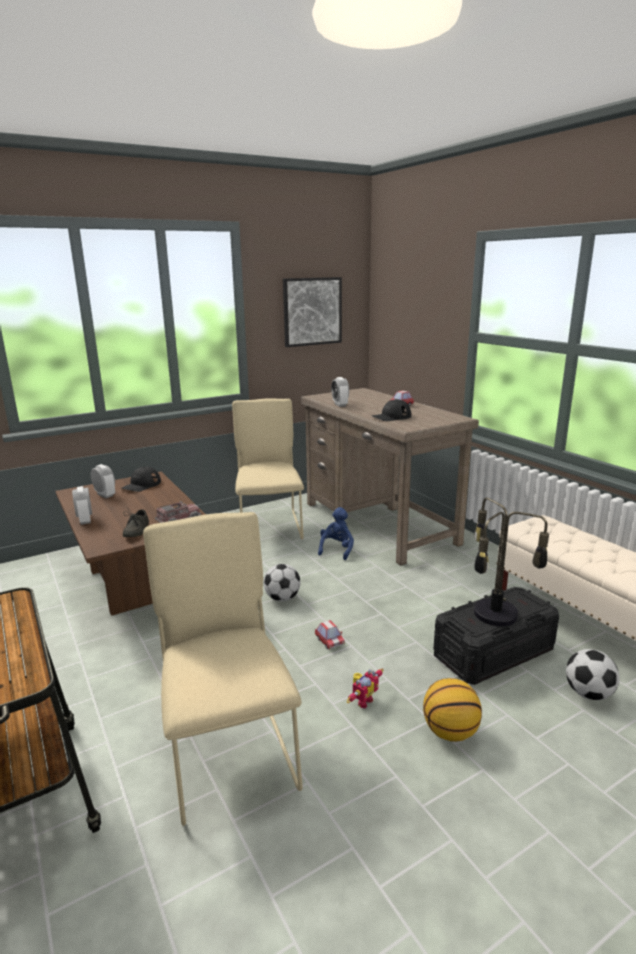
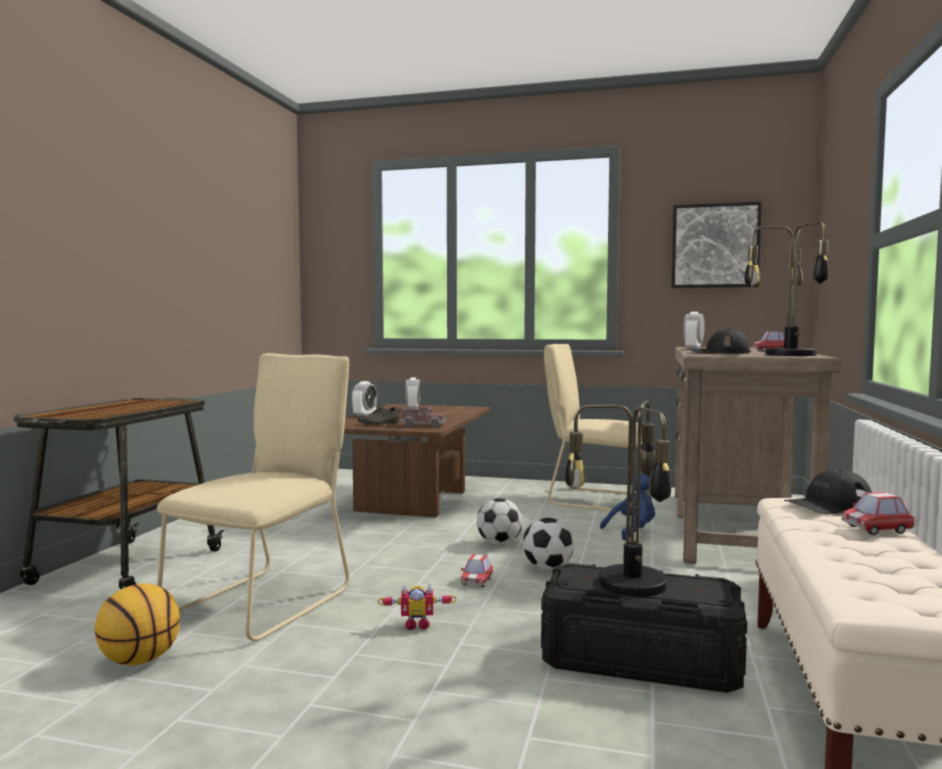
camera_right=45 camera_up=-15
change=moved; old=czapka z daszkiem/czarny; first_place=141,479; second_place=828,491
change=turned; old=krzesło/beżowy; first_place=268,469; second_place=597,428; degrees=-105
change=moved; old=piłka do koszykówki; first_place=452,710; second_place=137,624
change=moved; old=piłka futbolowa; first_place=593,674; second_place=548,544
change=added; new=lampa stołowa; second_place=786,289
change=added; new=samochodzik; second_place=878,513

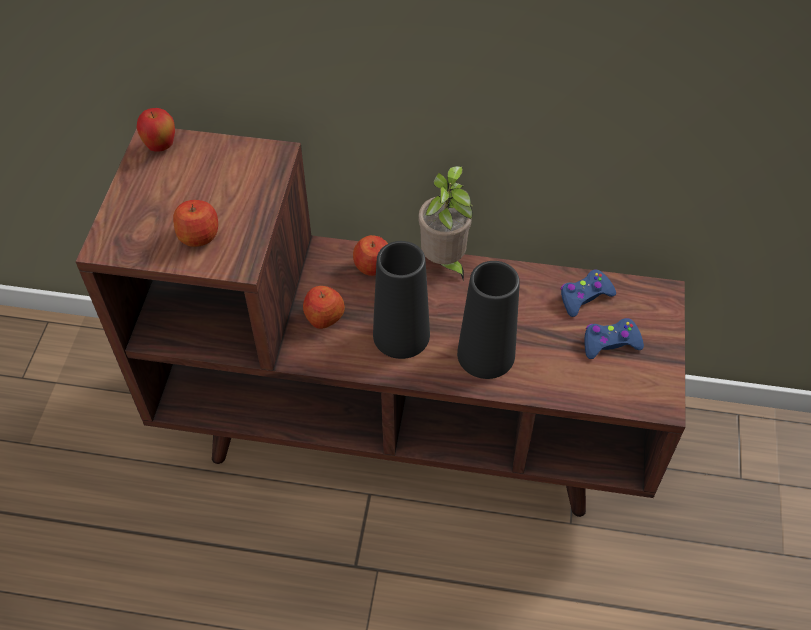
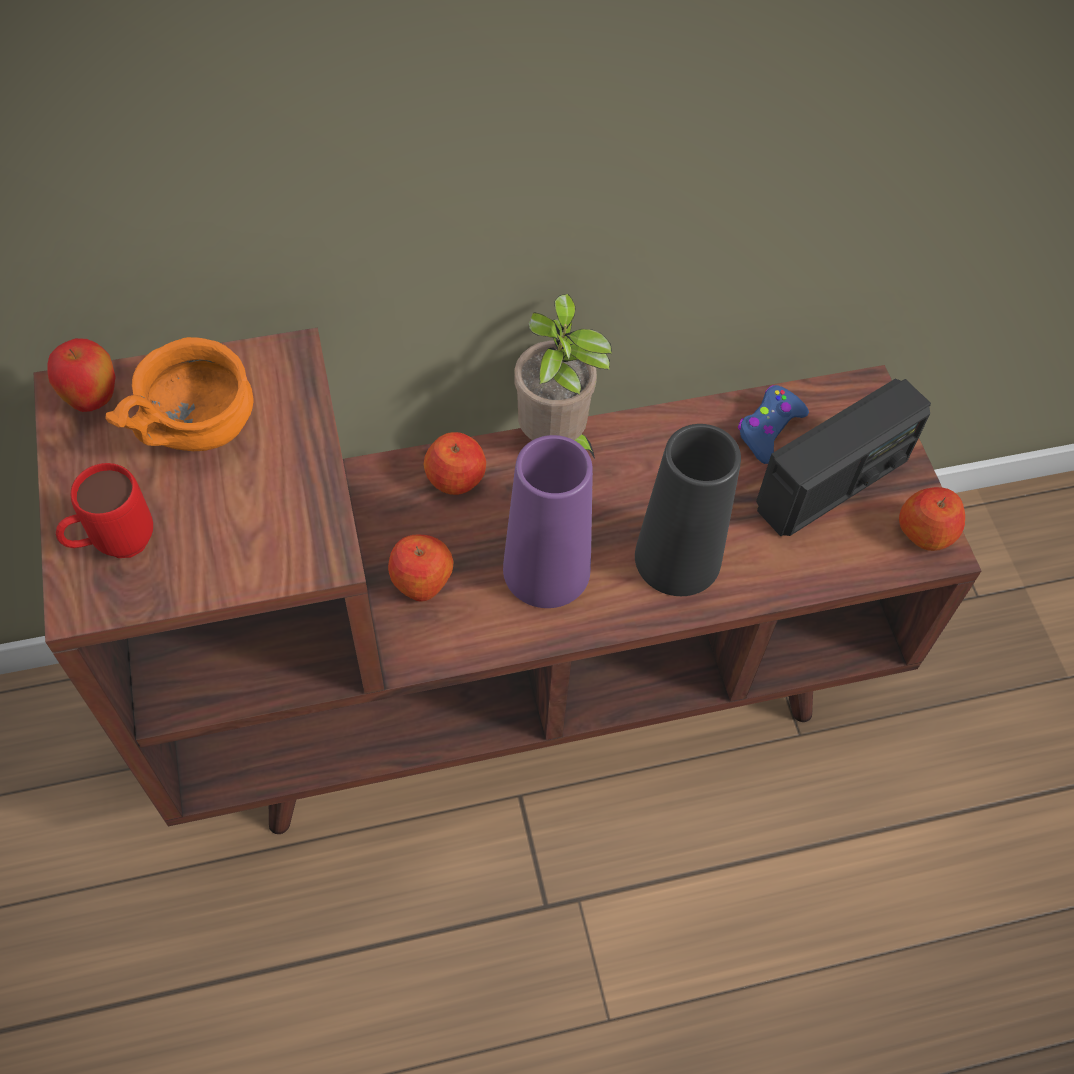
camera_right=-25 camera_up=5
change=moved; old=jabłko; first_place=195,223; second_place=932,519
change=recoloured; old=wazon/czarny; new=wazon/fioletowy; first_place=401,300; second_place=548,521
change=replaced; old=pad do gier/niebieski; new=radio; first_place=614,338; second_place=843,457
change=added; new=kubek/czerwony; second_place=104,510
change=added; new=miska/pomarańczowy; second_place=179,394

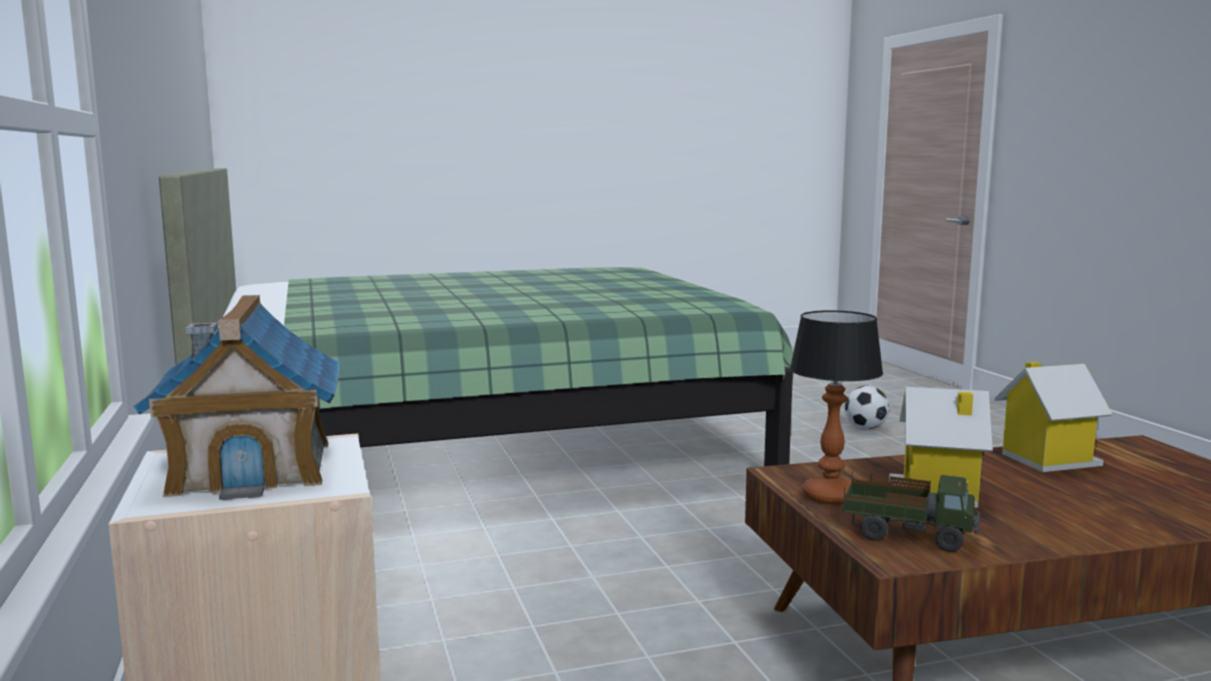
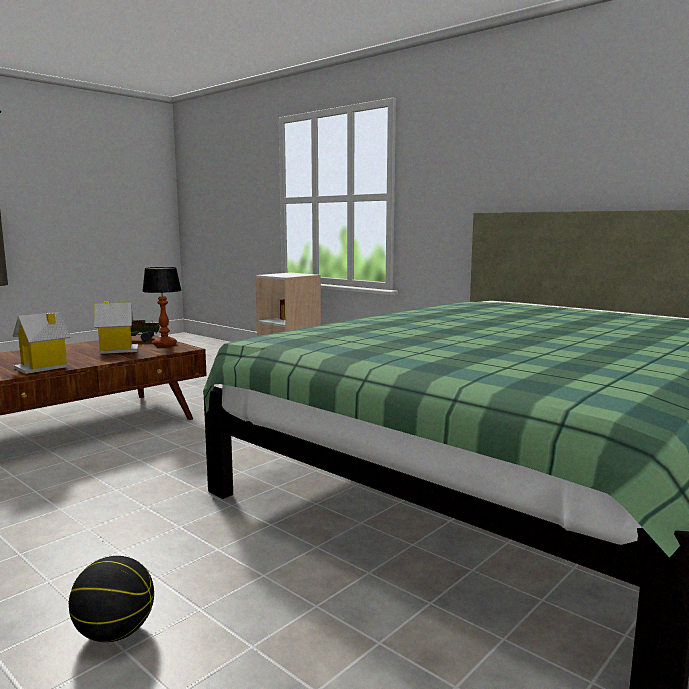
camera_right=150 camera_up=0
change=removed; old=domek; first_place=236,397
change=replaced; old=piłka futbolowa; new=piłka do koszykówki; first_place=867,407; second_place=111,599

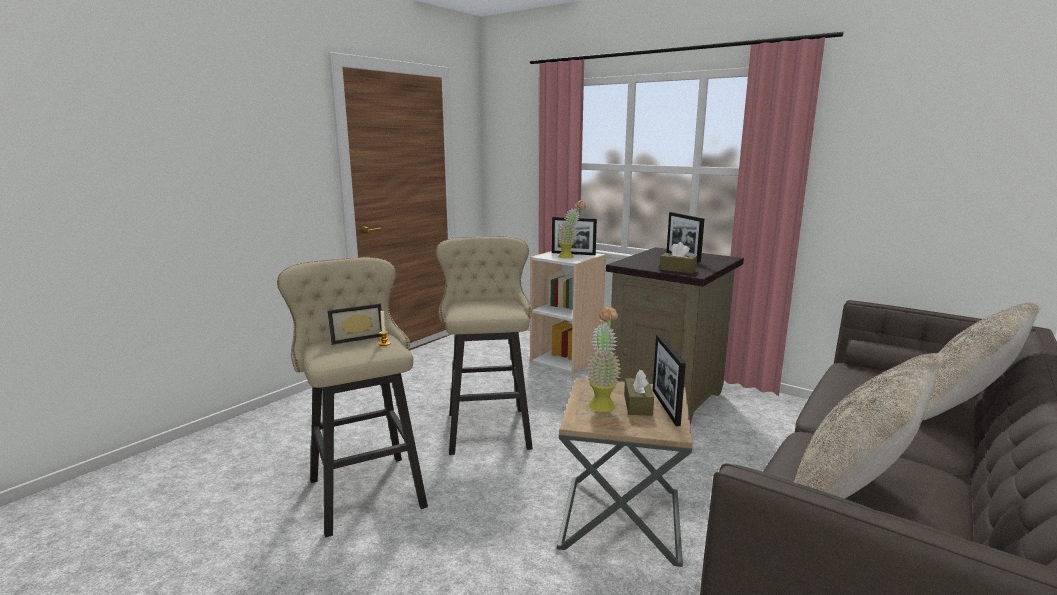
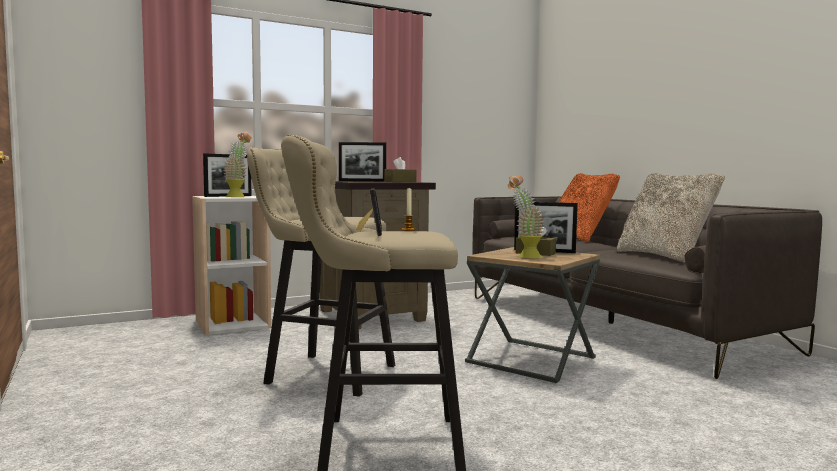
camera_right=-65 camera_up=-10
change=recoloured; old=poduszka/beżowy; new=poduszka/pomarańczowy; first_place=981,361; second_place=589,207

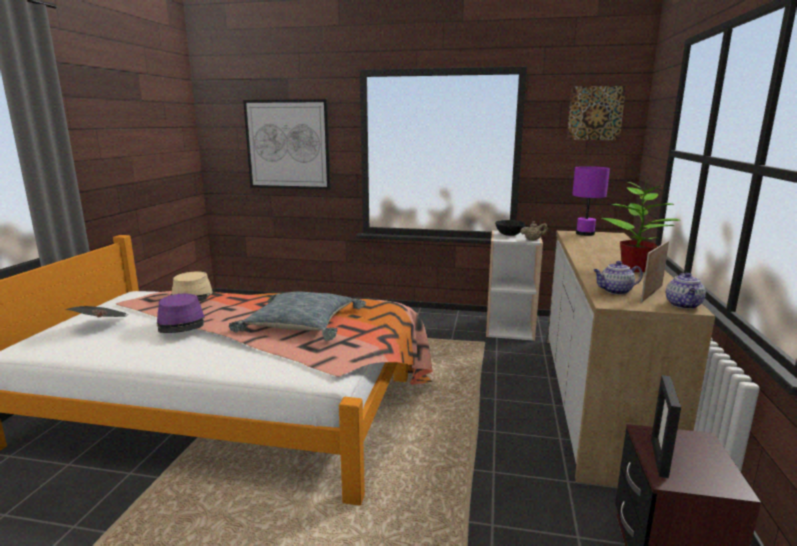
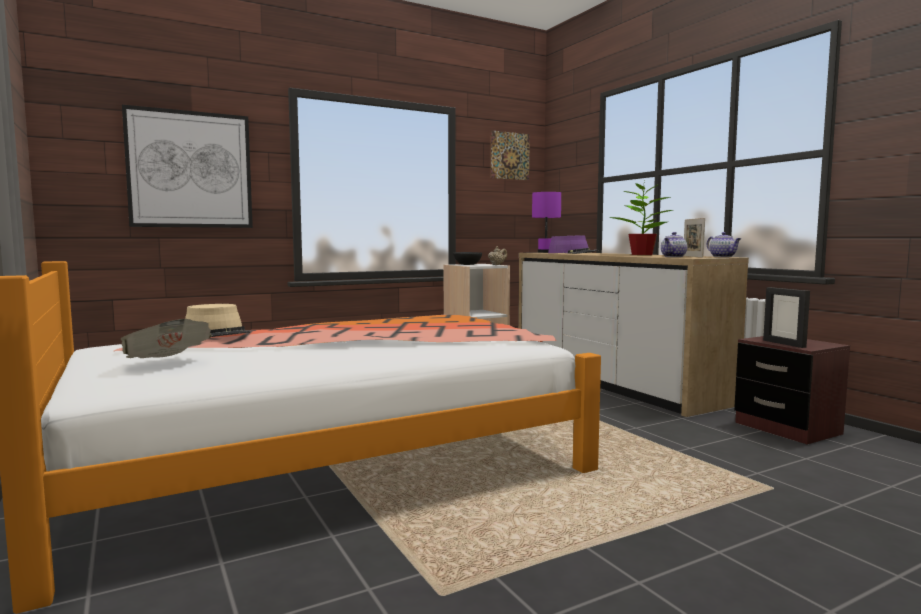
camera_right=-40 camera_up=-10
change=moved; old=kapelusz/fioletowy; first_place=181,313; second_place=573,244
change=removed; old=poduszka; first_place=297,316

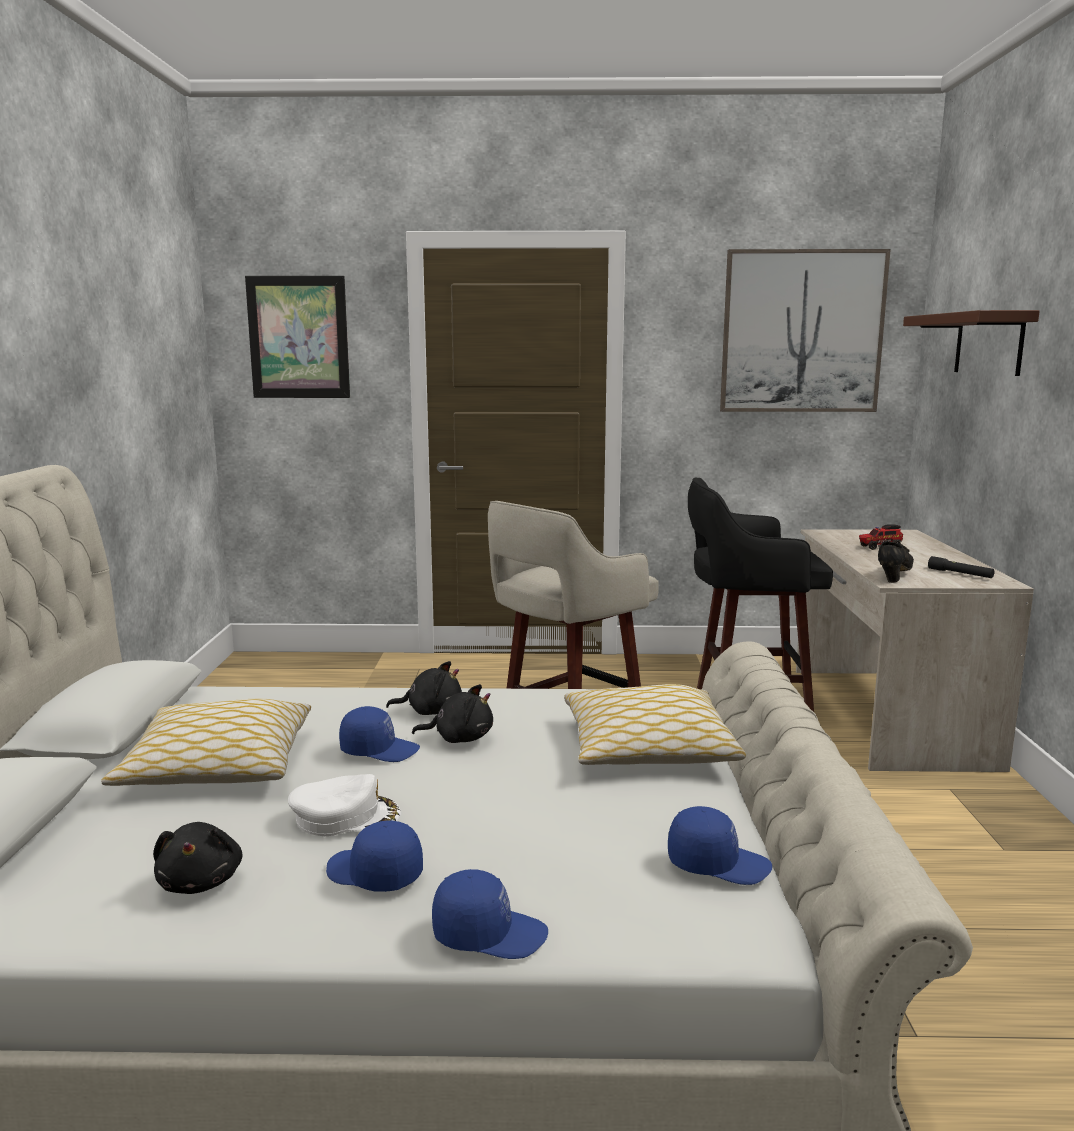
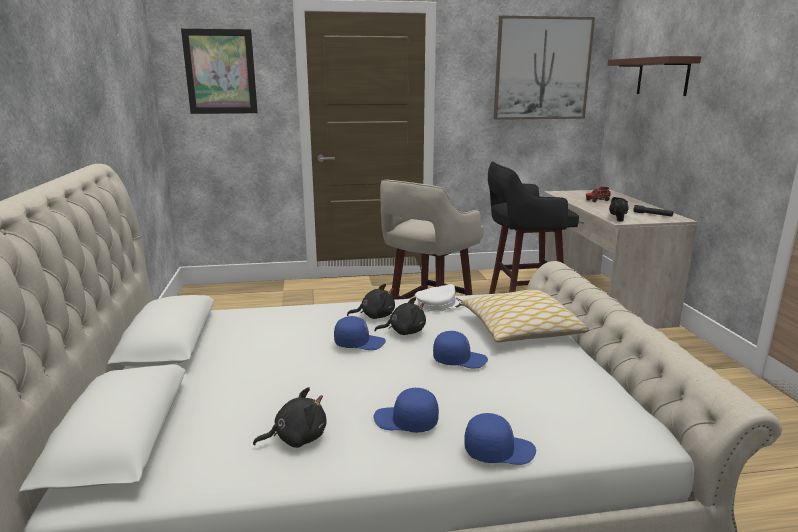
camera_right=-10 camera_up=5
change=removed; old=poduszka; first_place=206,742
change=turned; old=pluszak/czarny; first_place=197,858; second_place=289,417; degrees=-90
change=moved; old=czapka z daszkiem/biały; first_place=345,805; second_place=439,298
change=moved; old=czapka z daszkiem/niebieski; first_place=720,845; second_place=460,350

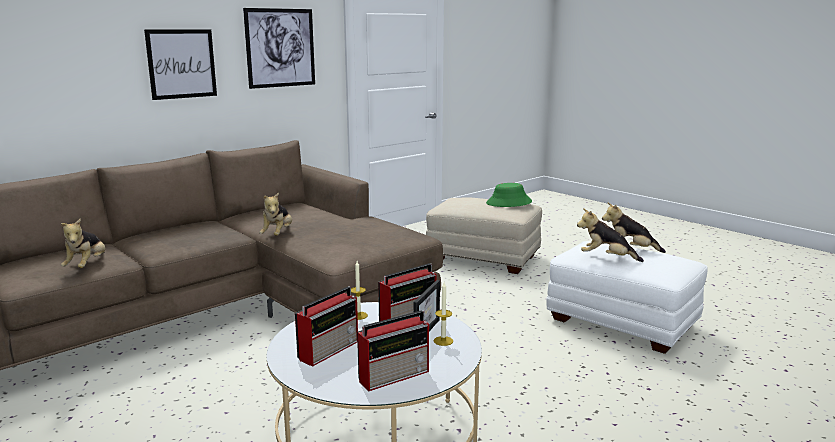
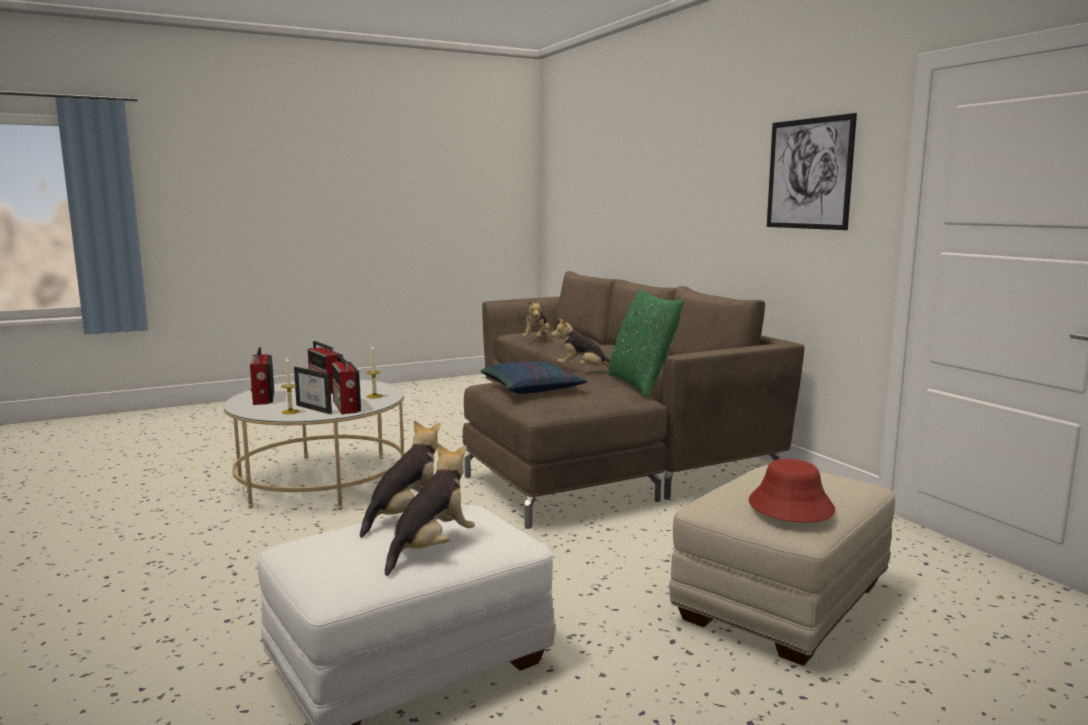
camera_right=105 camera_up=-5
change=turned; old=pluszak; first_place=83,243; second_place=536,318; degrees=-90
change=removed; old=obraz; first_place=180,65
change=recoloured; old=kapelusz/zielony; new=kapelusz/czerwony; first_place=509,195; second_place=792,491
change=added; new=poduszka/niebieski; second_place=534,377
change=added; new=poduszka/zielony; second_place=645,343

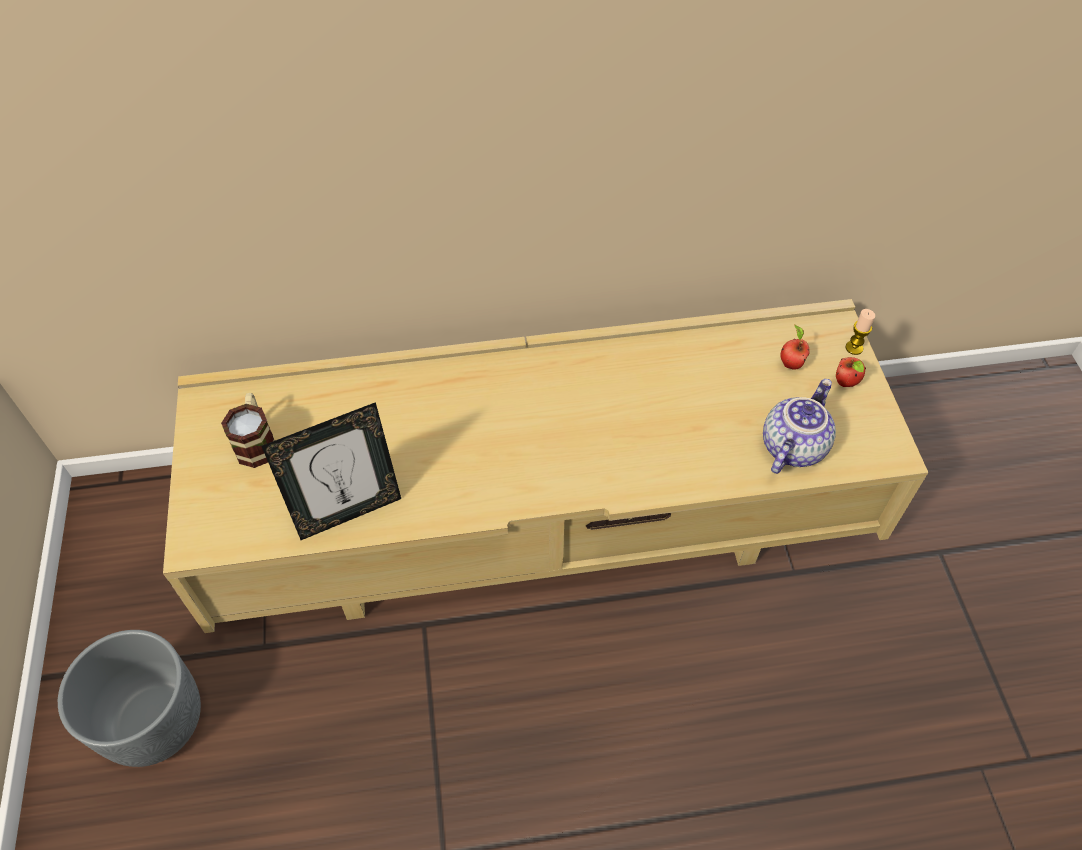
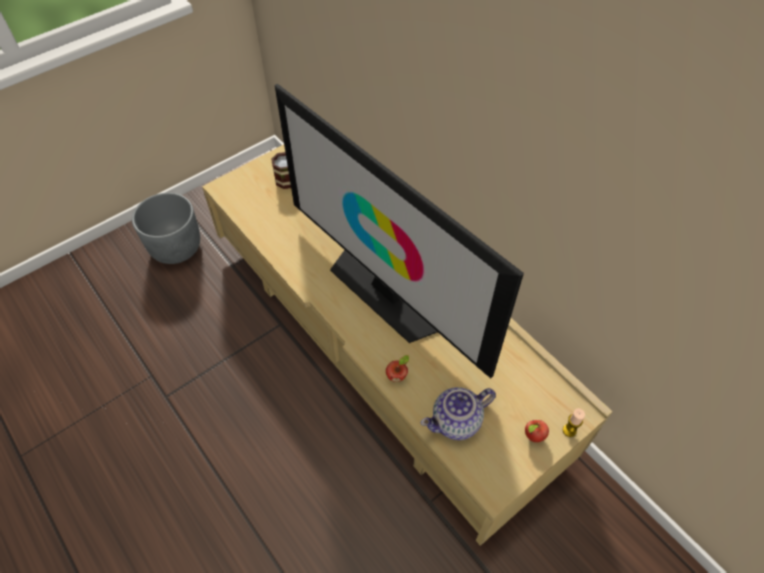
camera_right=60 camera_up=0
change=removed; old=ramka na zdjęcie; first_place=331,471
change=turned; old=imbryk; first_place=799,426; second_place=458,413; degrees=150
change=moved; old=jabłko; first_place=795,347; second_place=397,368
change=added; new=telewizor; second_place=399,231

